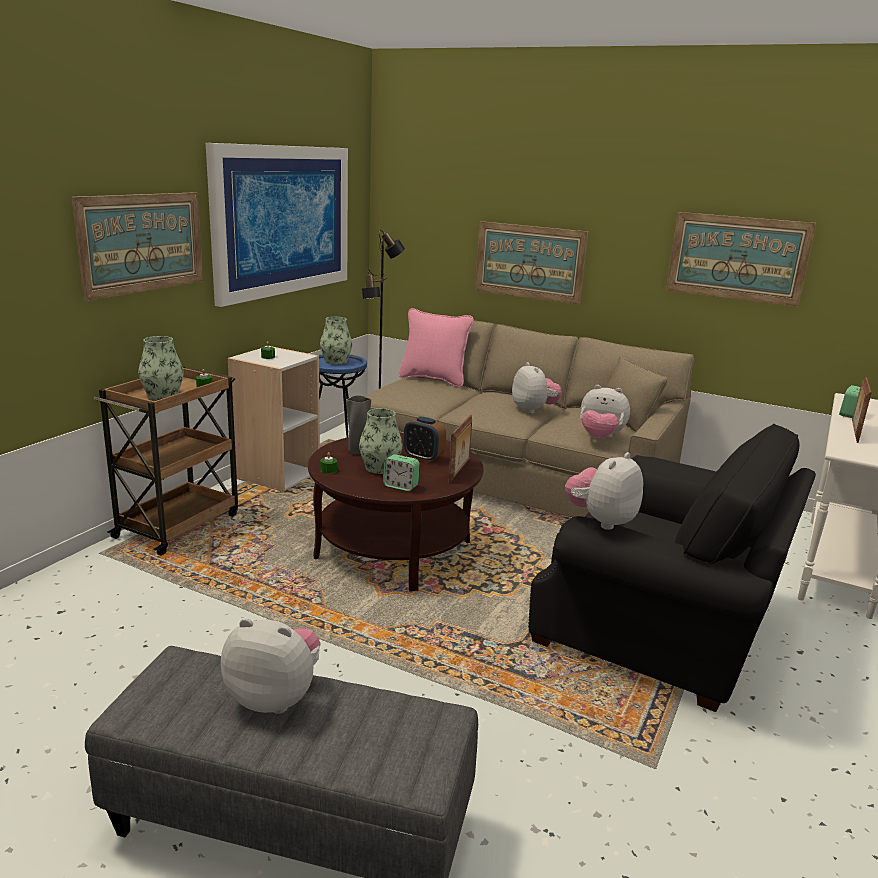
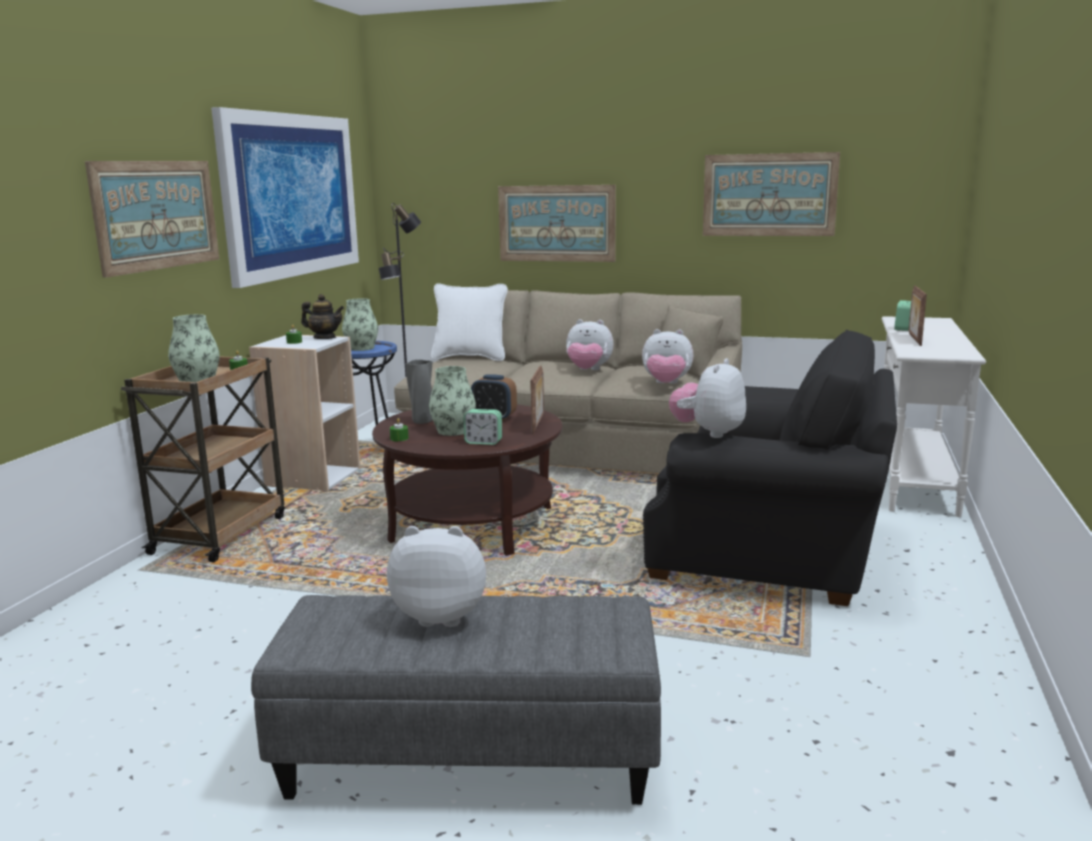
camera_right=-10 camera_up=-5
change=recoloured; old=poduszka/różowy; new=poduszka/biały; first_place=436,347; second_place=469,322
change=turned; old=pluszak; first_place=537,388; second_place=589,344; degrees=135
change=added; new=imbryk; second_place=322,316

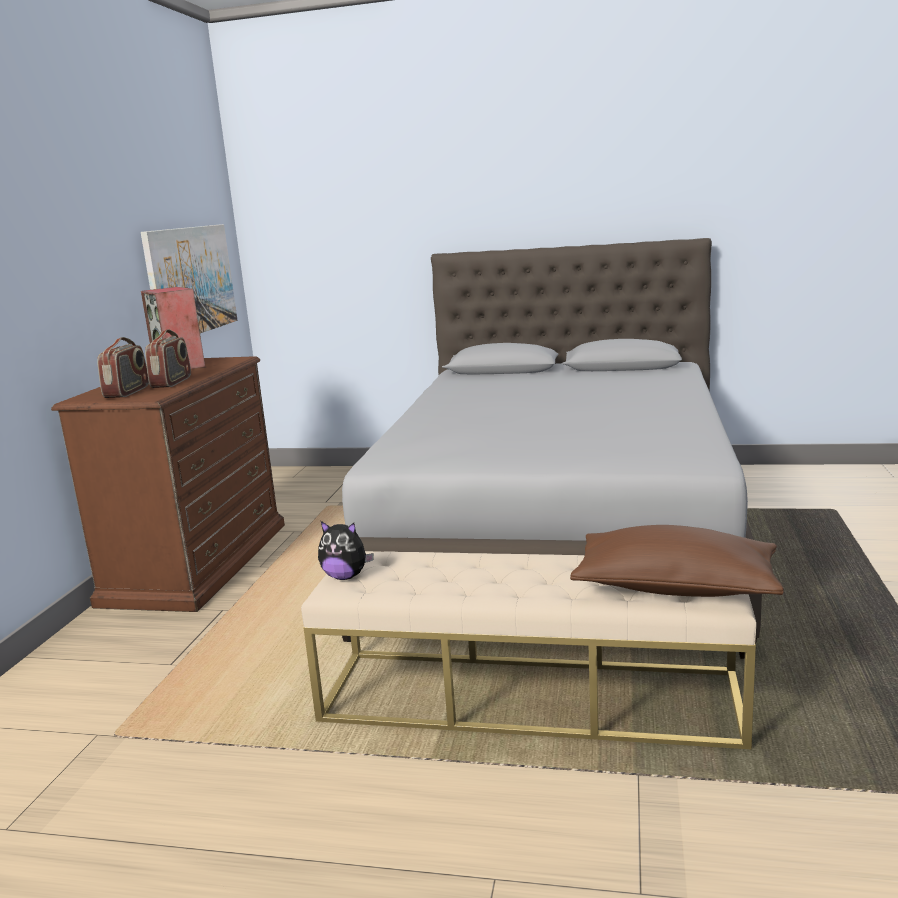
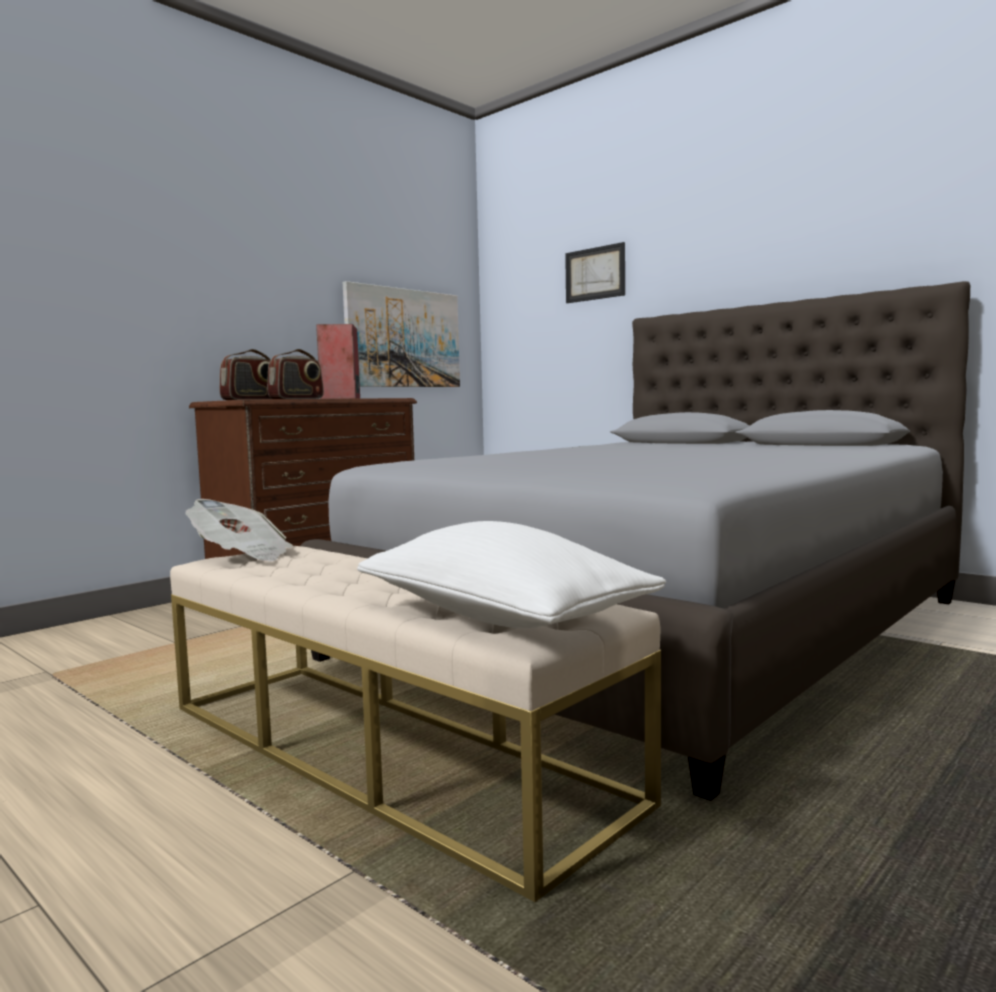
camera_right=30 camera_up=-10
change=replaced; old=pluszak; new=gazeta; first_place=346,550; second_place=239,530
change=recoloured; old=poduszka/brązowy; new=poduszka/biały; first_place=677,561; second_place=511,575
change=added; new=obraz; second_place=595,272

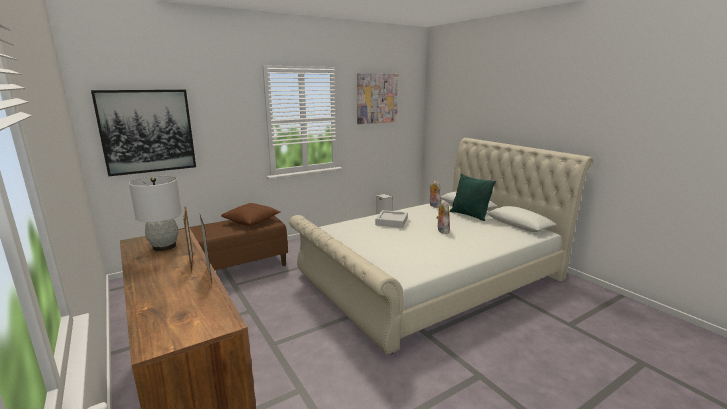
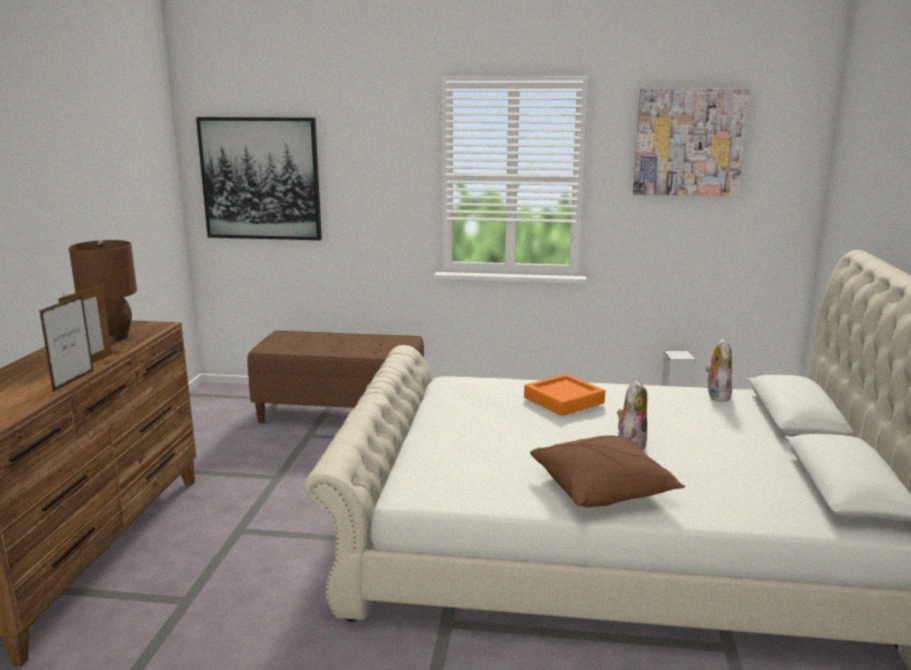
camera_right=40 camera_up=0
change=recoloured; old=lampa stołowa/biały; new=lampa stołowa/brązowy; first_place=155,213; second_place=103,291
change=moved; old=poduszka/brązowy; first_place=251,214; second_place=607,471
change=recoloured; old=taca/szary; new=taca/pomarańczowy; first_place=391,219; second_place=564,395
change=removed; old=poduszka/zielony; first_place=473,197

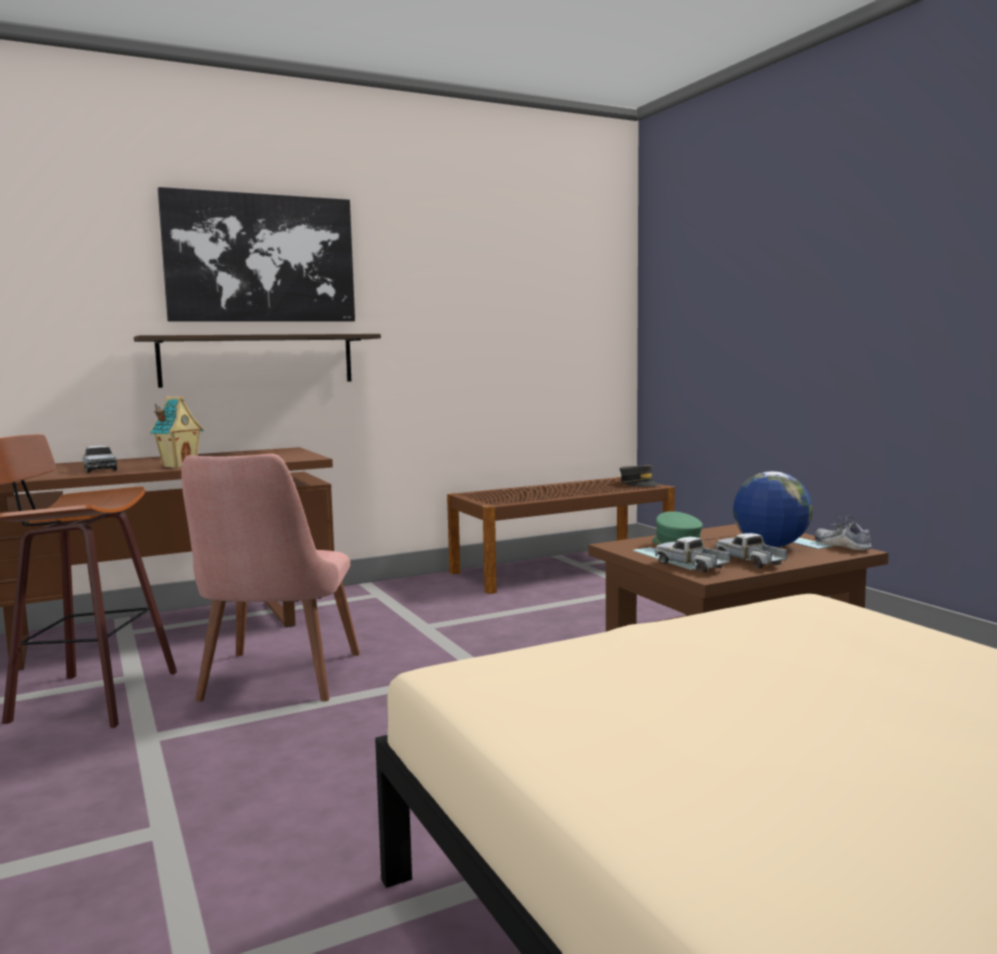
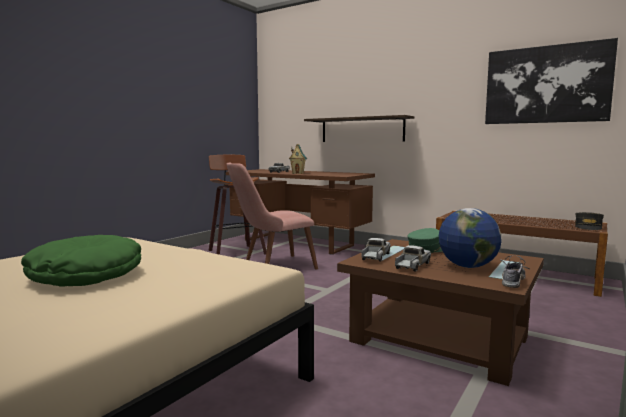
camera_right=60 camera_up=0
change=moved; old=obraz; first_place=256,254; second_place=551,81
change=added; new=poduszka/zielony; second_place=81,261

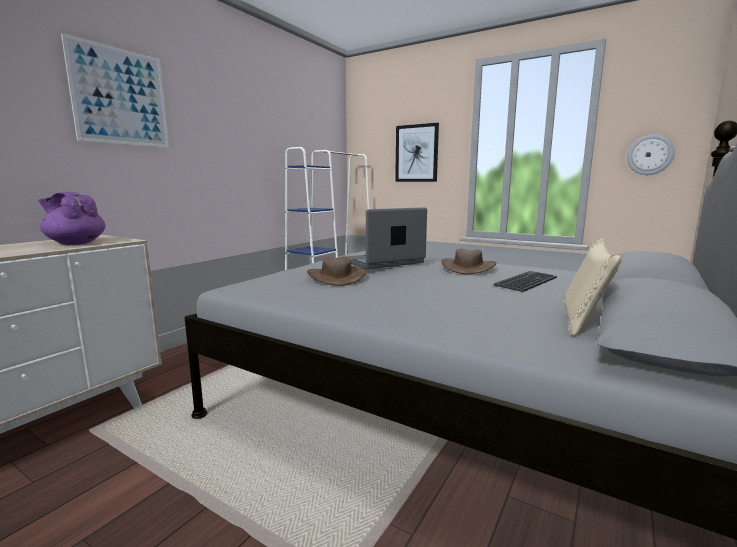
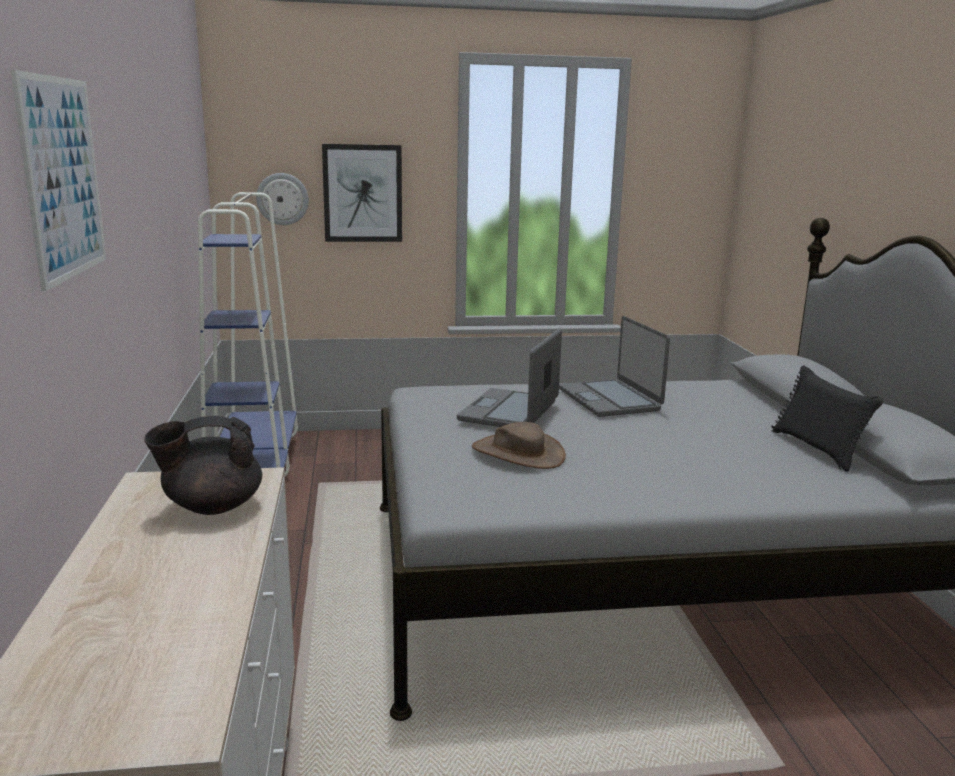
camera_right=-40 camera_up=5
change=recoloured; old=imbryk/fioletowy; new=imbryk/czarny; first_place=72,218; second_place=203,465
change=replaced; old=kapelusz/brązowy; new=laptop; first_place=469,261; second_place=614,366
change=removed; old=klawiatura; first_place=525,281
change=recoloured; old=poduszka/beżowy; new=poduszka/czarny; first_place=592,287; second_place=827,418
change=moved; old=zegar ścienny; first_place=651,154; second_place=282,199

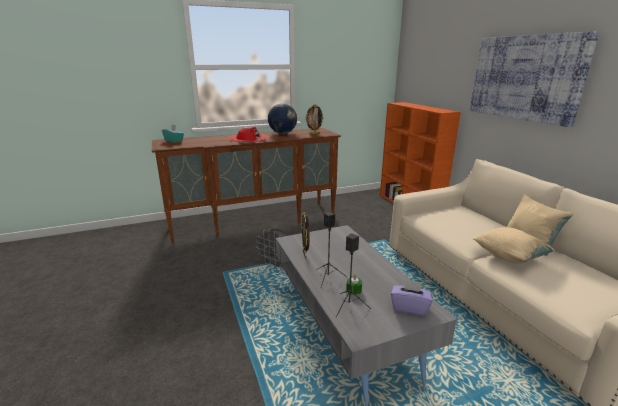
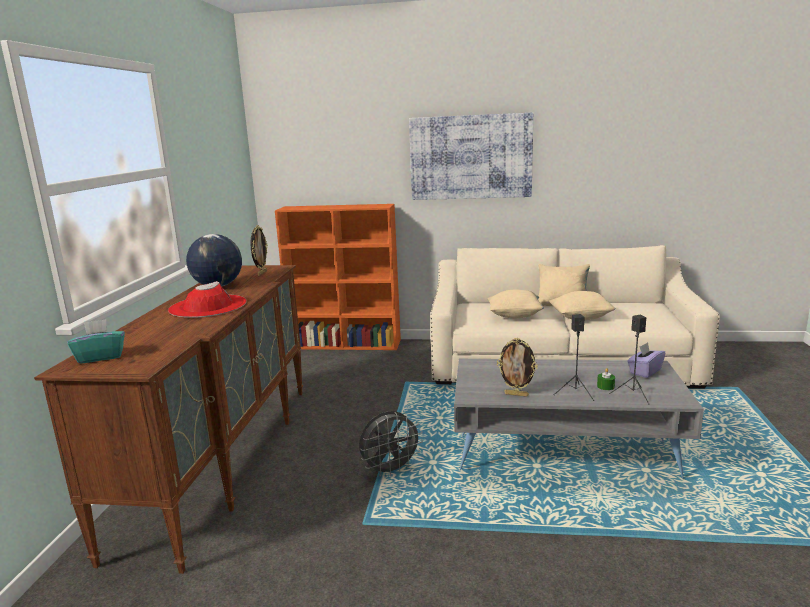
camera_right=-60 camera_up=-5
change=added; new=poduszka/beżowy; second_place=516,303

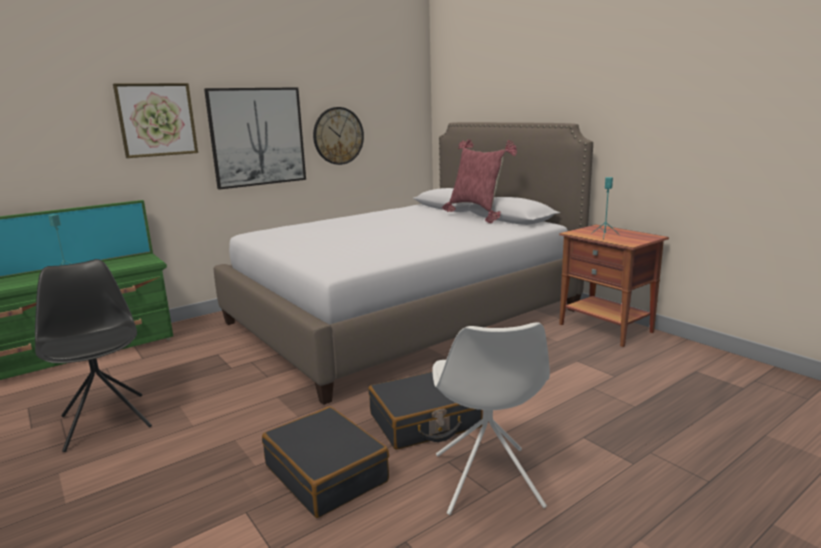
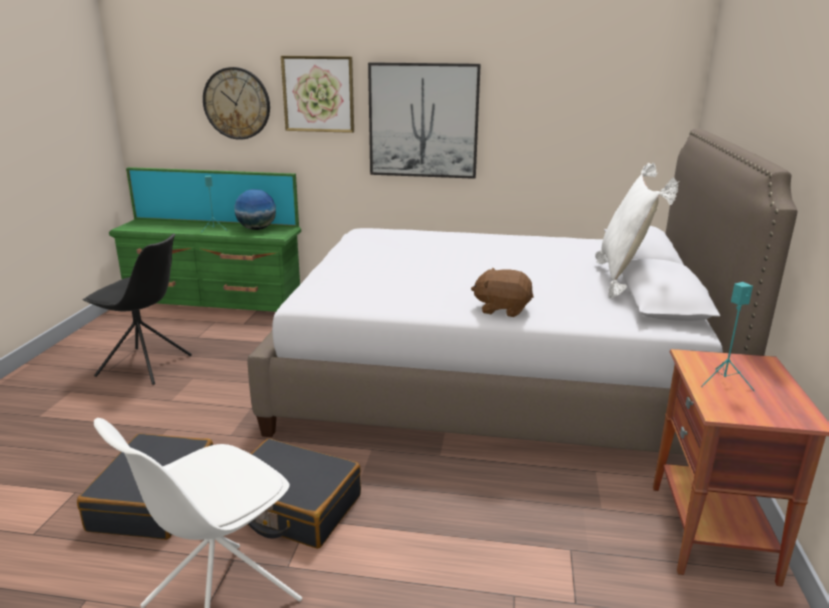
camera_right=45 camera_up=5
change=turned; old=krzesło/czarny; first_place=93,355; second_place=137,309; degrees=90
change=moved; old=zegar ścienny; first_place=338,136; second_place=236,103
change=recoloured; old=poduszka/czerwony; new=poduszka/biały; first_place=479,181; second_place=636,230
change=added; new=globus; second_place=255,209
change=added; new=pluszak/brązowy; second_place=502,292

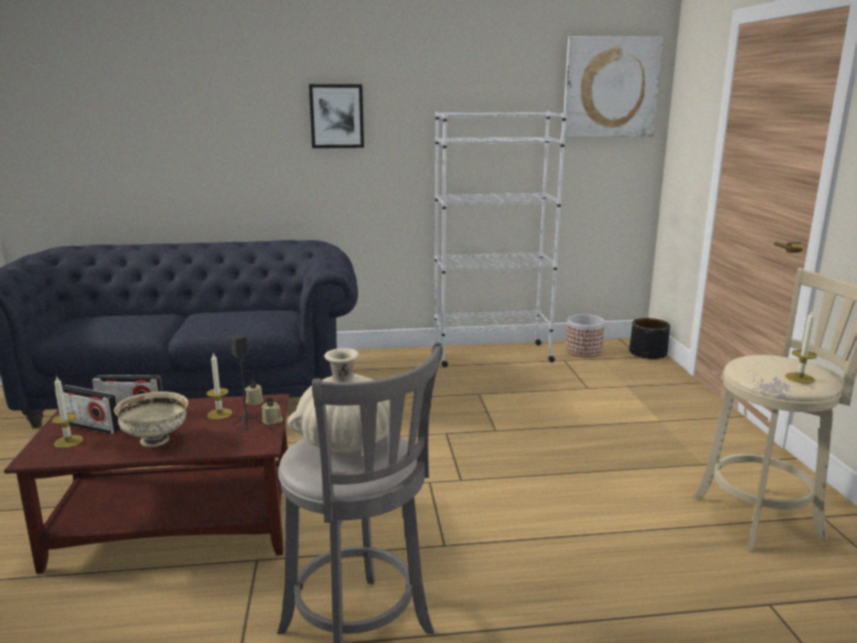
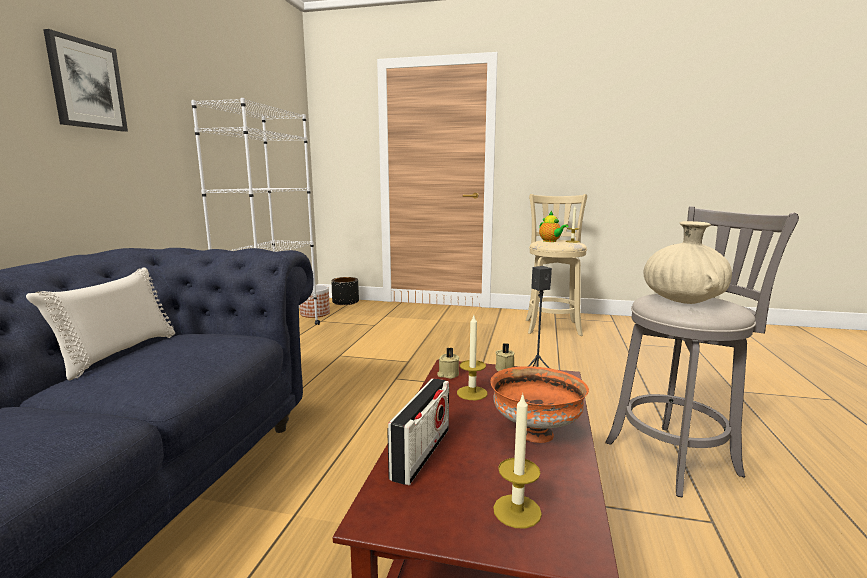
camera_right=-70 camera_up=-5
change=removed; old=radio; first_place=88,409
change=recoloured; old=miska/beżowy; new=miska/pomarańczowy; first_place=151,419; second_place=539,404
change=removed; old=obraz; first_place=613,86
change=added; new=poduszka/biały; second_place=100,323
change=added; new=imbryk; second_place=553,226

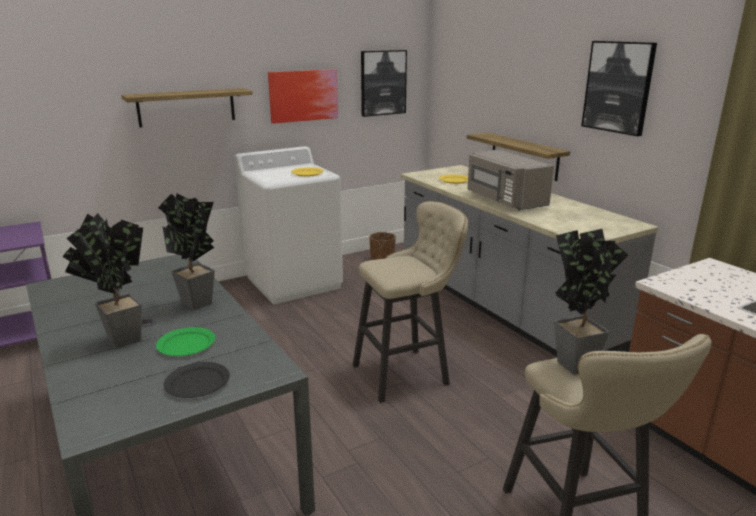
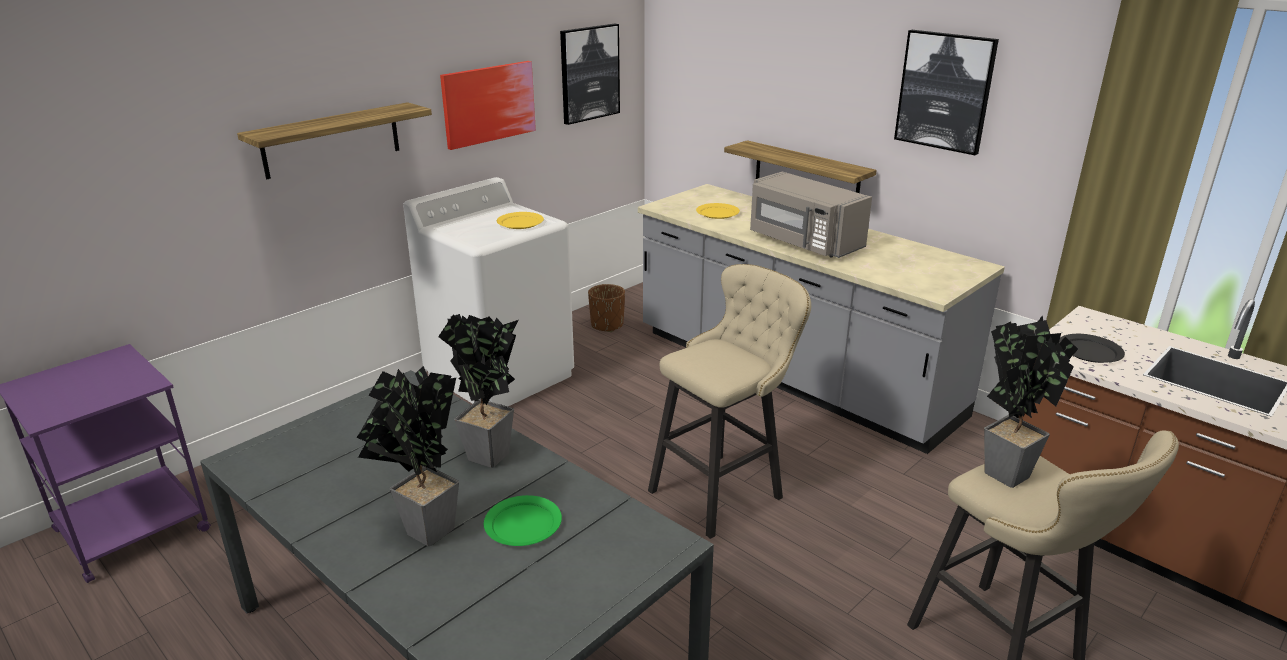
camera_right=-15 camera_up=5
change=moved; old=talerz/czarny; first_place=197,380; second_place=1092,348

